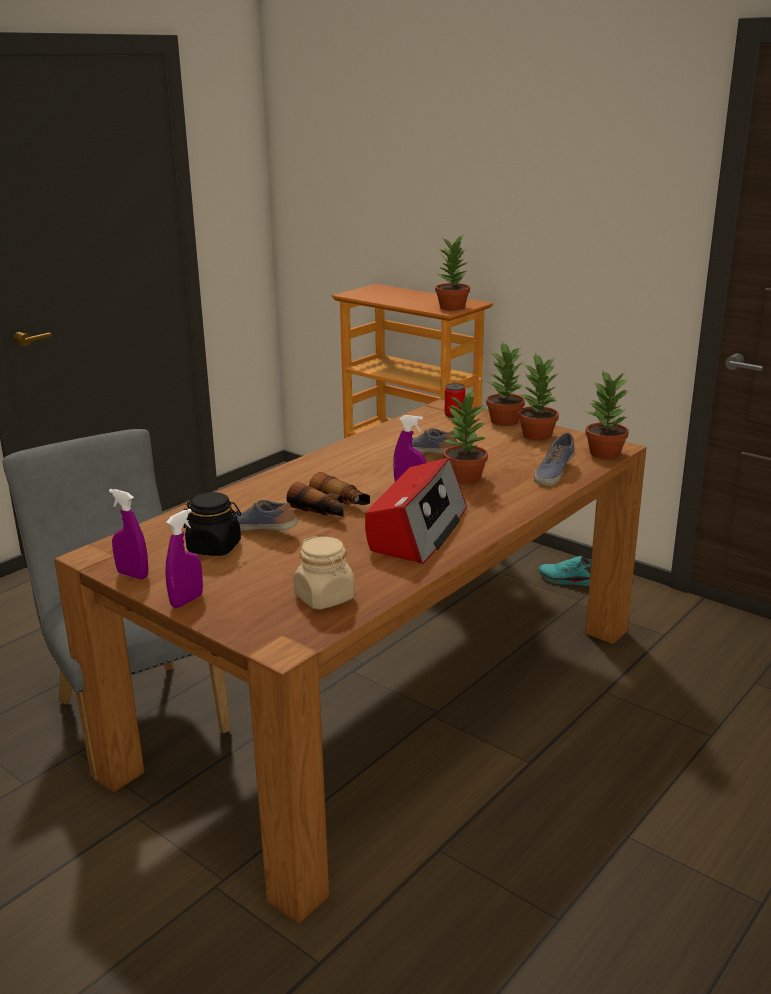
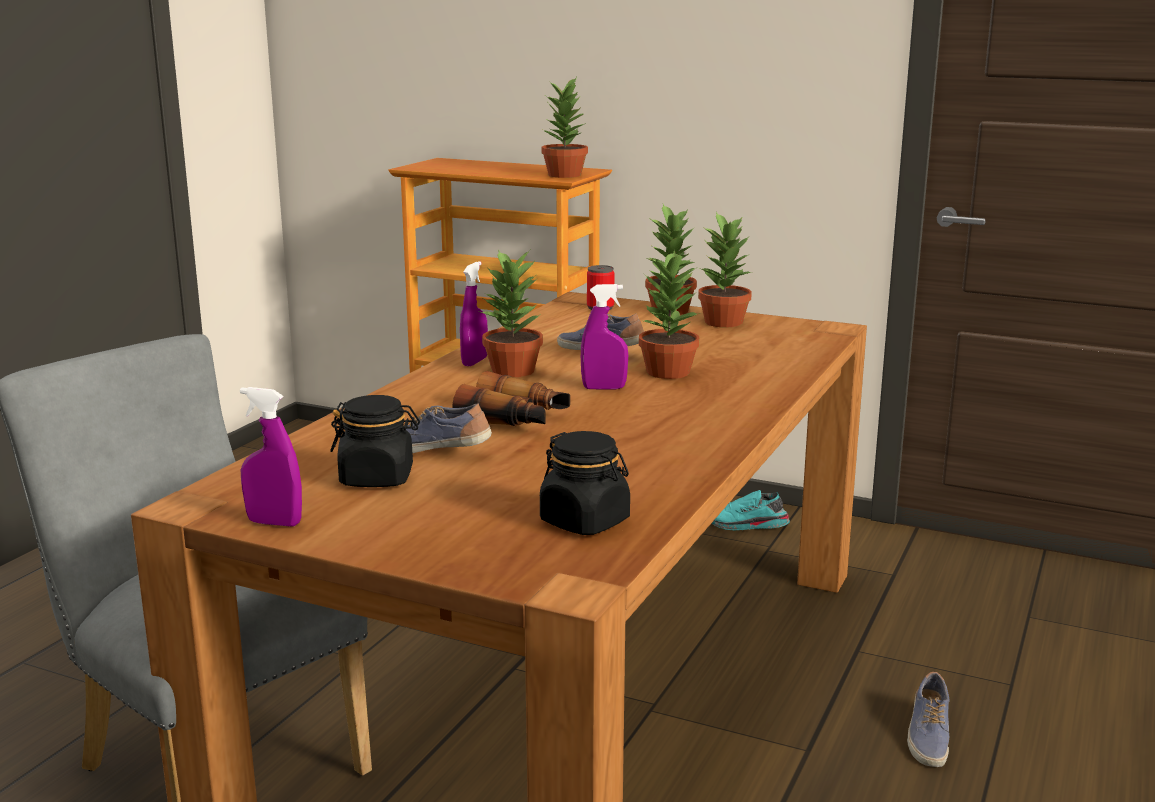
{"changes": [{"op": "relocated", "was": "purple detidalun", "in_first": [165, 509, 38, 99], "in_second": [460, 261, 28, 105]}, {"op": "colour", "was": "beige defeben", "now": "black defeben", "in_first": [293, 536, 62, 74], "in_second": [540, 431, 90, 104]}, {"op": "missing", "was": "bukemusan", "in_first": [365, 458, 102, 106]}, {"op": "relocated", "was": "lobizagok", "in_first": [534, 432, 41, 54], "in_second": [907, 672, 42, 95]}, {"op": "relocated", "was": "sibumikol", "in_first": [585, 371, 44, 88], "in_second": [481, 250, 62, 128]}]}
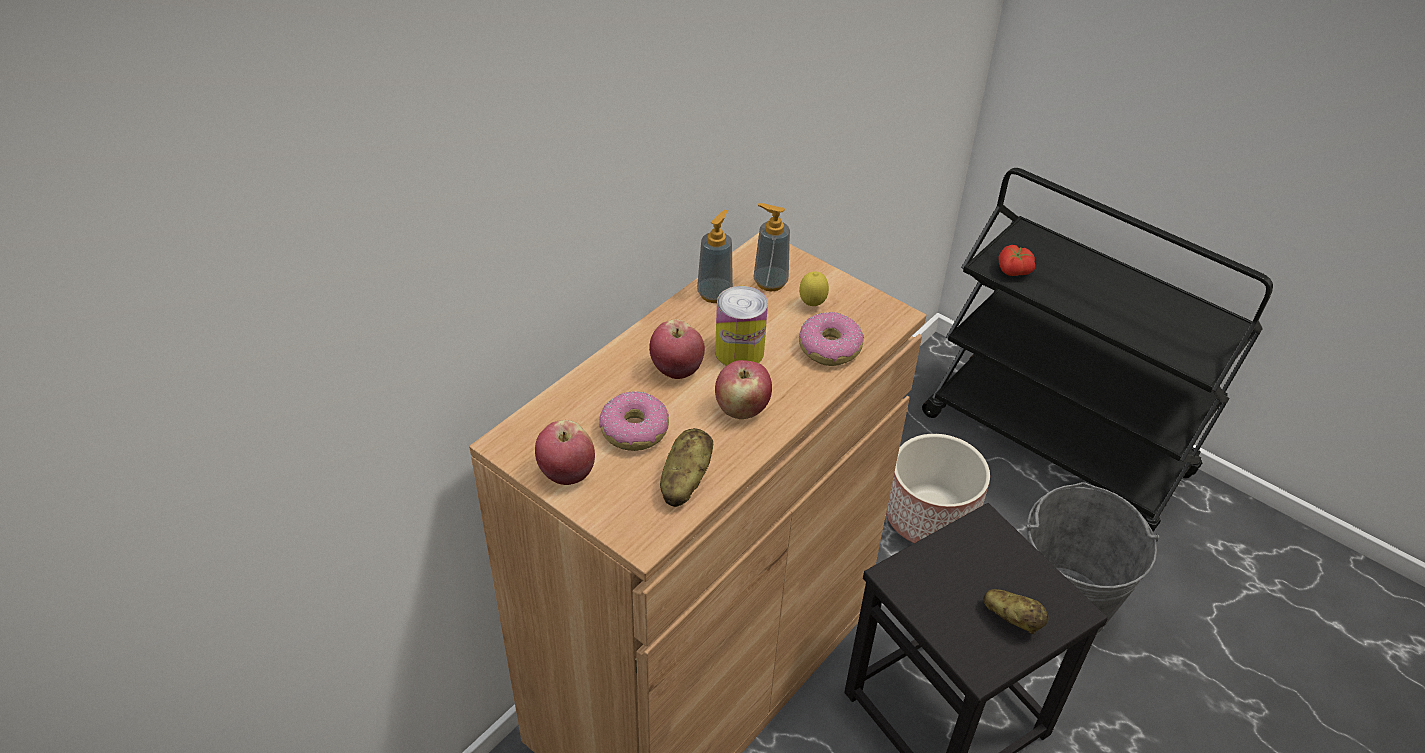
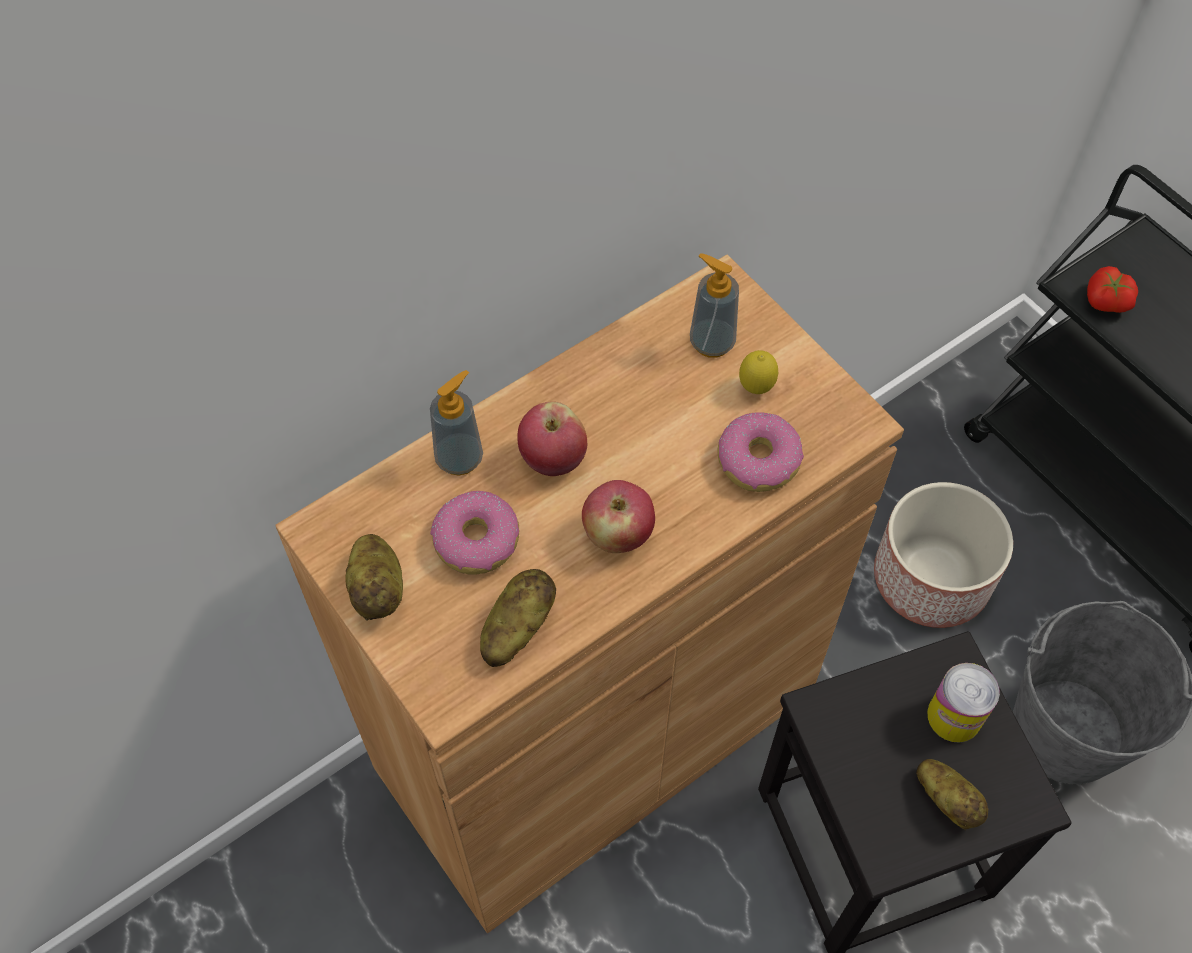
{"changes": [{"op": "exchanged", "was": "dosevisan", "now": "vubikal", "in_first": [535, 420, 60, 65], "in_second": [346, 534, 57, 87]}, {"op": "relocated", "was": "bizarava", "in_first": [697, 210, 36, 93], "in_second": [430, 370, 53, 106]}, {"op": "relocated", "was": "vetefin", "in_first": [715, 286, 53, 80], "in_second": [927, 663, 73, 80]}]}
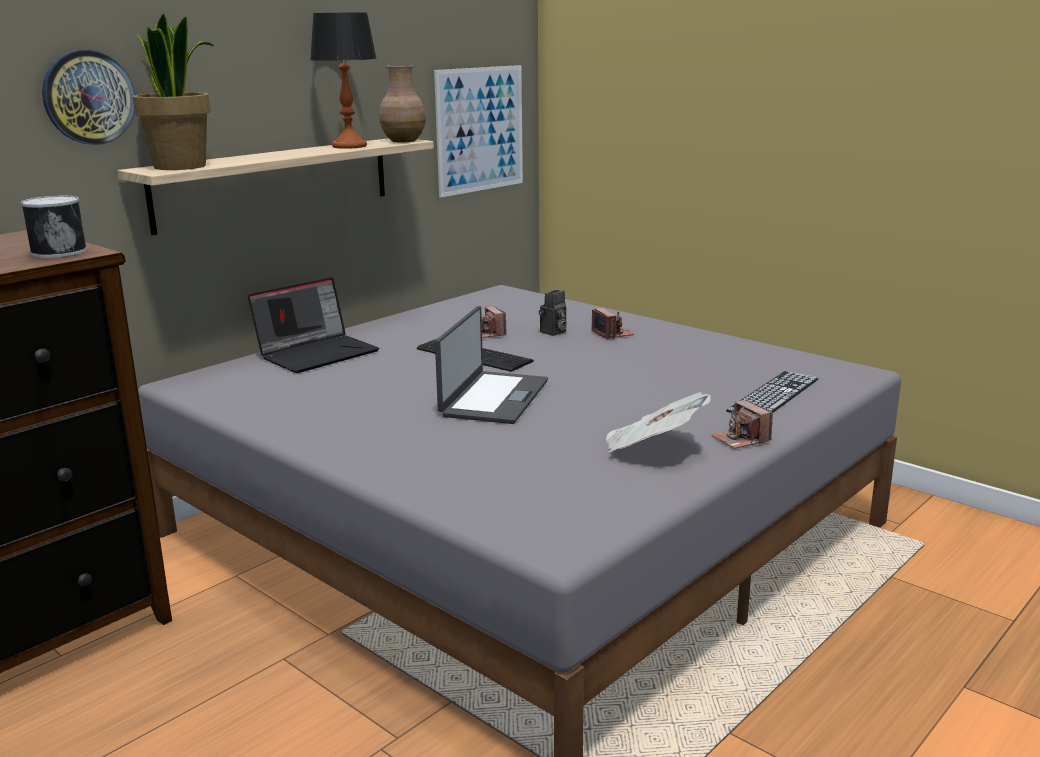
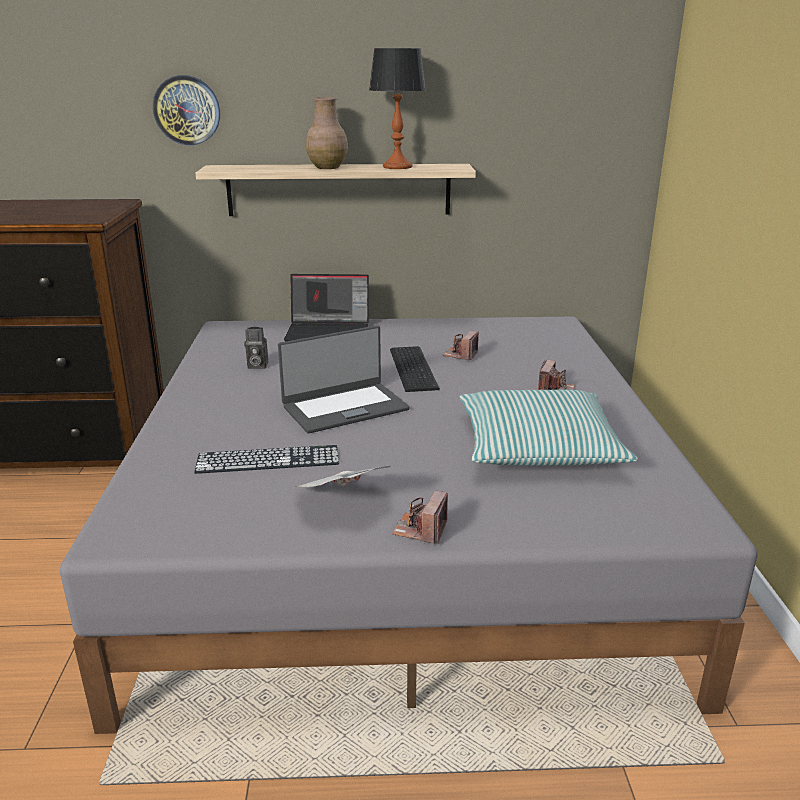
{"changes": [{"op": "missing", "was": "vetefin", "in_first": [21, 196, 66, 62]}, {"op": "missing", "was": "sibumikol", "in_first": [133, 13, 82, 157]}, {"op": "relocated", "was": "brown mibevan", "in_first": [379, 65, 47, 77], "in_second": [306, 97, 42, 72]}, {"op": "missing", "was": "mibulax", "in_first": [434, 65, 89, 132]}, {"op": "relocated", "was": "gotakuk", "in_first": [539, 290, 28, 46], "in_second": [244, 327, 24, 42]}, {"op": "relocated", "was": "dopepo", "in_first": [726, 371, 92, 42], "in_second": [194, 445, 145, 29]}, {"op": "appeared", "now": "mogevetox", "in_second": [459, 390, 179, 76]}]}
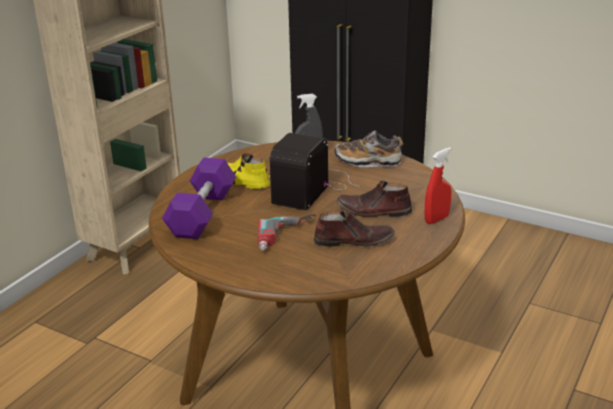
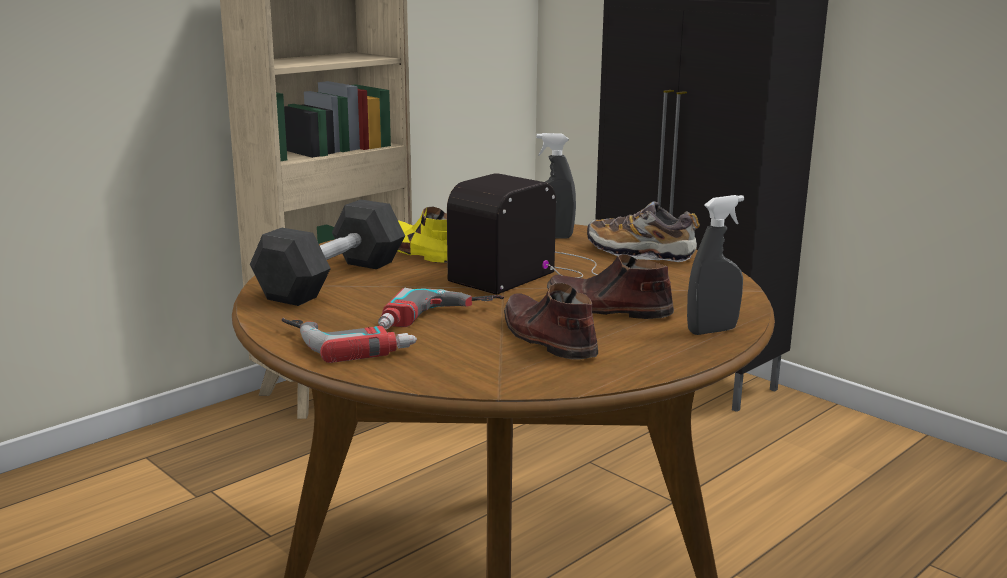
{"changes": [{"op": "colour", "was": "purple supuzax", "now": "grey supuzax", "in_first": [162, 157, 74, 82], "in_second": [250, 199, 155, 107]}, {"op": "spun", "was": "brown lobizagok", "in_first": [314, 210, 81, 37], "in_second": [504, 283, 94, 76], "clockwise": -135}, {"op": "colour", "was": "red detidalun", "now": "grey detidalun", "in_first": [425, 147, 27, 77], "in_second": [687, 195, 57, 140]}, {"op": "appeared", "now": "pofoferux", "in_second": [282, 318, 135, 45]}]}
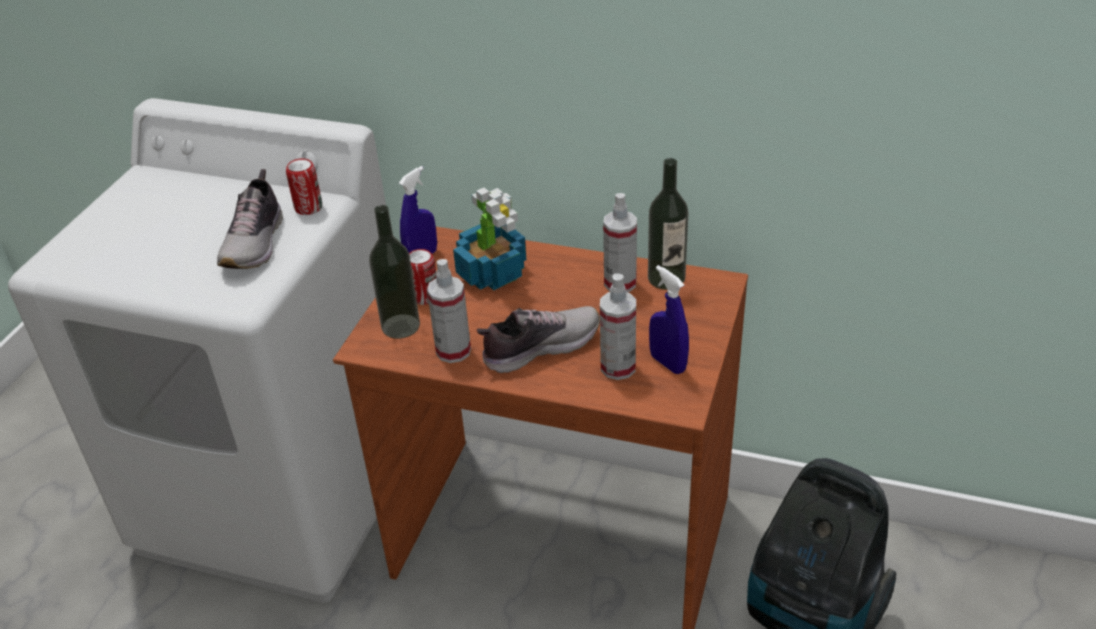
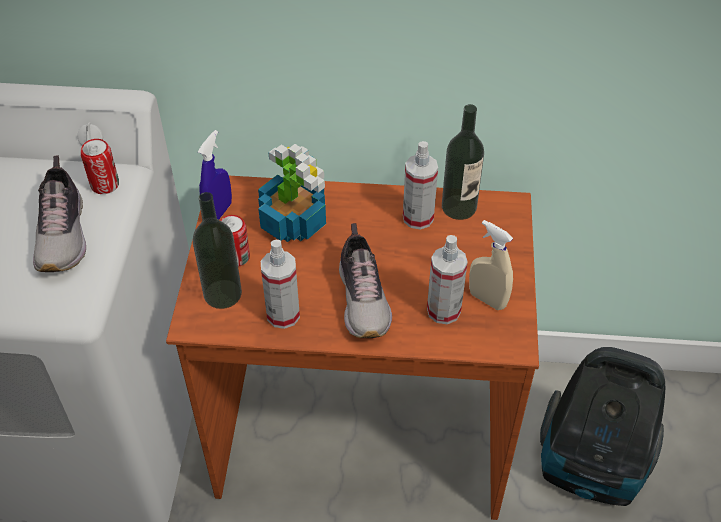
{"changes": [{"op": "spun", "was": "lobizagok", "in_first": [477, 306, 123, 67], "in_second": [339, 223, 53, 115], "clockwise": 120}, {"op": "colour", "was": "blue detidalun", "now": "beige detidalun", "in_first": [649, 265, 40, 109], "in_second": [469, 220, 44, 90]}]}
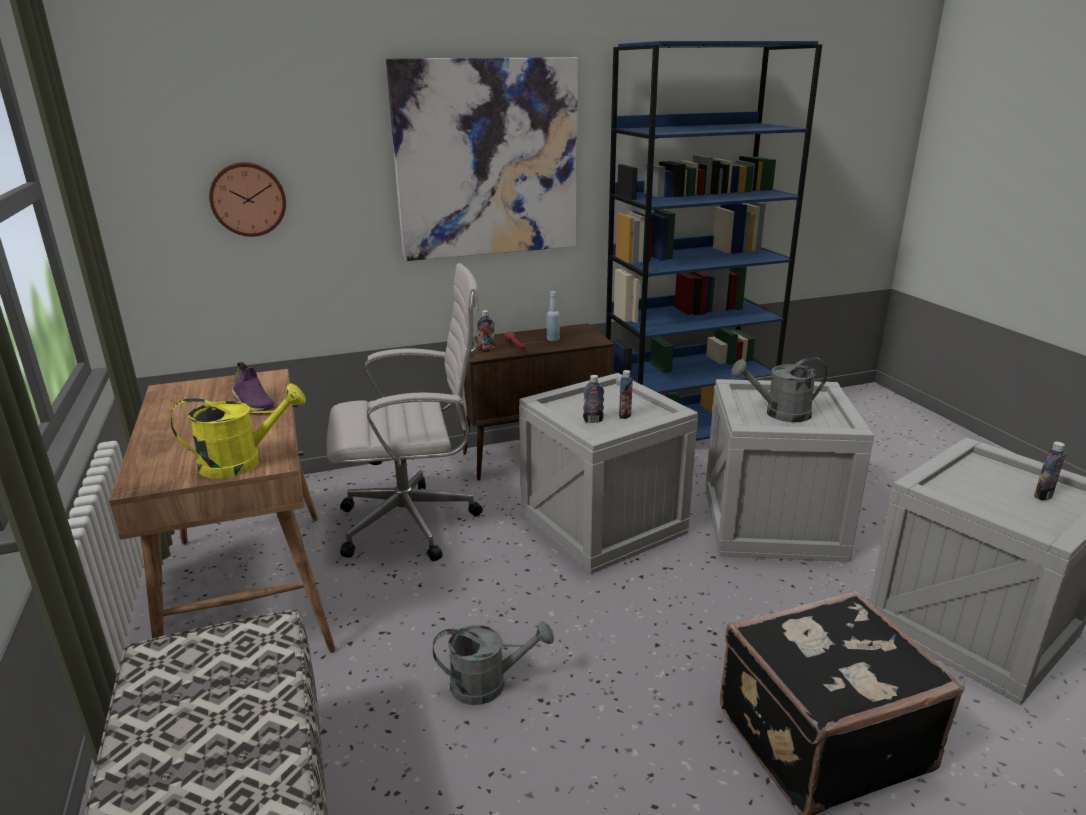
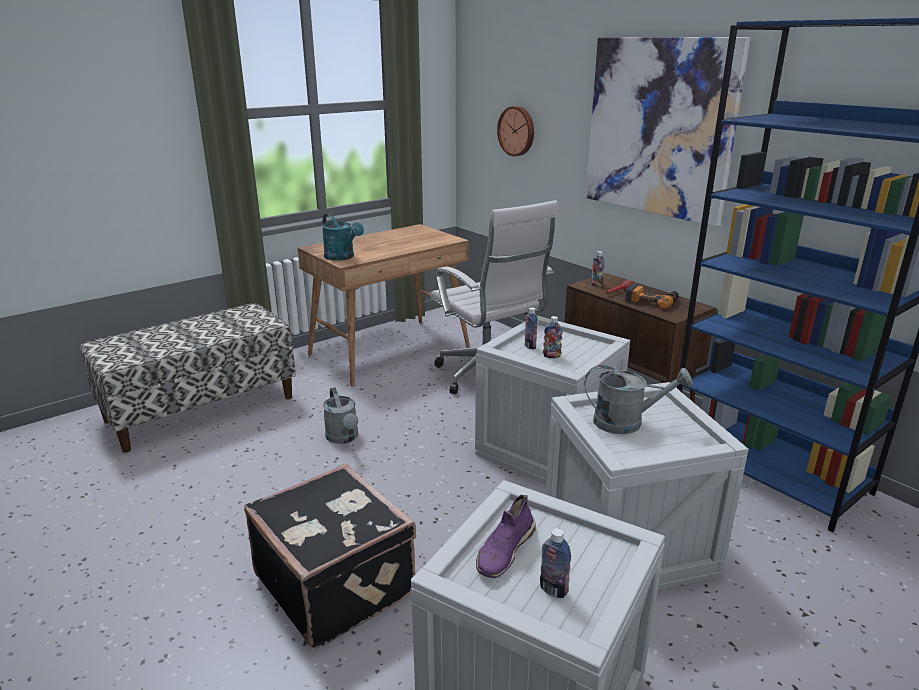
{"changes": [{"op": "colour", "was": "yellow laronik", "now": "turquoise laronik", "in_first": [170, 383, 136, 96], "in_second": [322, 213, 42, 48]}, {"op": "relocated", "was": "purple lobizagok", "in_first": [232, 361, 43, 51], "in_second": [476, 495, 60, 83]}, {"op": "exchanged", "was": "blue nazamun", "now": "pofoferux", "in_first": [547, 291, 13, 50], "in_second": [625, 283, 54, 27]}, {"op": "spun", "was": "grey laronik", "in_first": [732, 357, 96, 65], "in_second": [585, 365, 108, 69], "clockwise": 120}]}
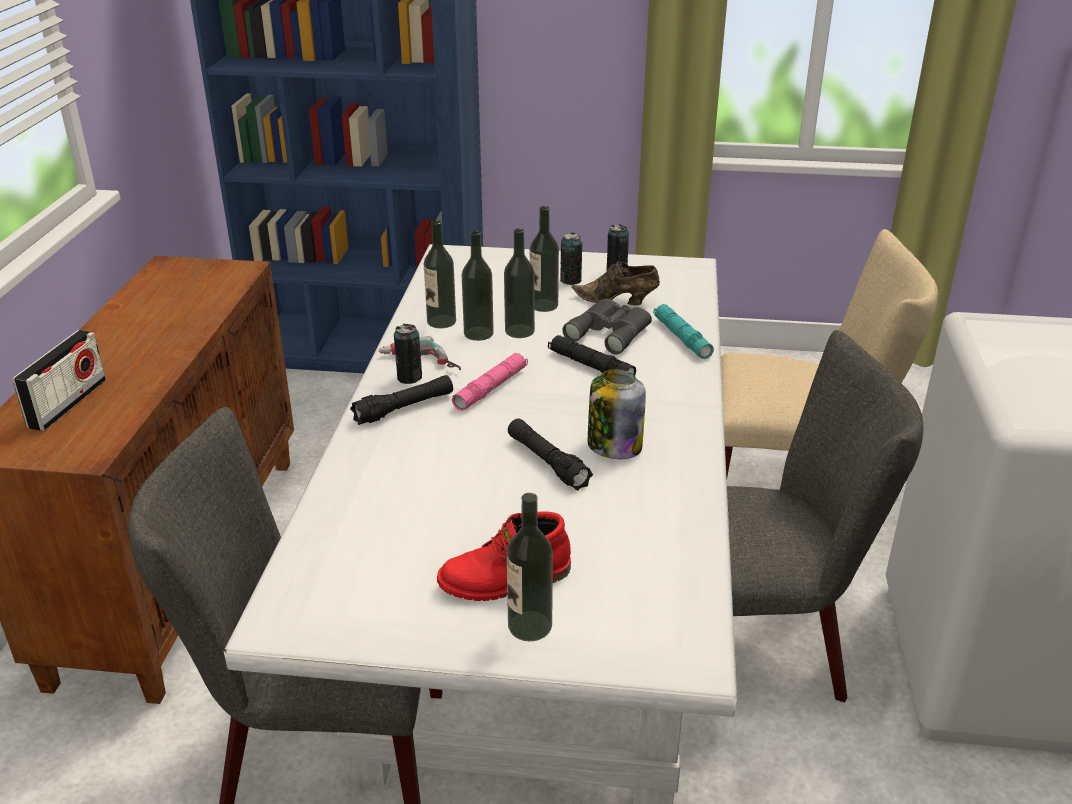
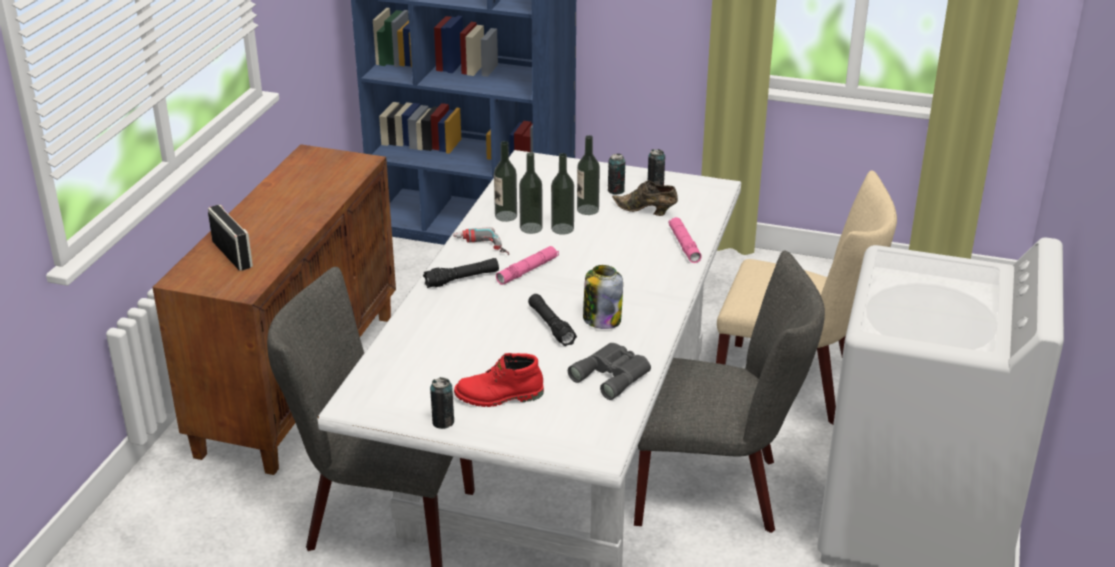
{"changes": [{"op": "spun", "was": "bukemusan", "in_first": [12, 330, 94, 101], "in_second": [208, 204, 45, 67], "clockwise": -60}, {"op": "relocated", "was": "vetefin", "in_first": [394, 324, 28, 60], "in_second": [430, 377, 24, 52]}, {"op": "missing", "was": "nazamun", "in_first": [507, 493, 46, 148]}, {"op": "missing", "was": "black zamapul", "in_first": [548, 335, 88, 40]}, {"op": "relocated", "was": "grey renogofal", "in_first": [562, 299, 90, 56], "in_second": [568, 343, 83, 57]}, {"op": "colour", "was": "turquoise zamapul", "now": "pink zamapul", "in_first": [653, 304, 61, 55], "in_second": [668, 217, 34, 46]}]}
